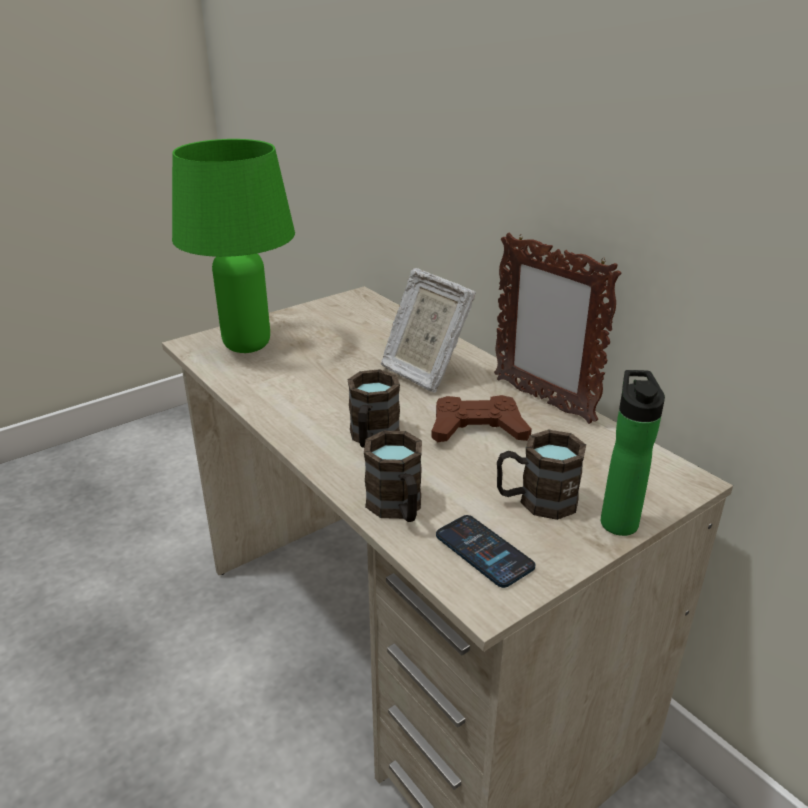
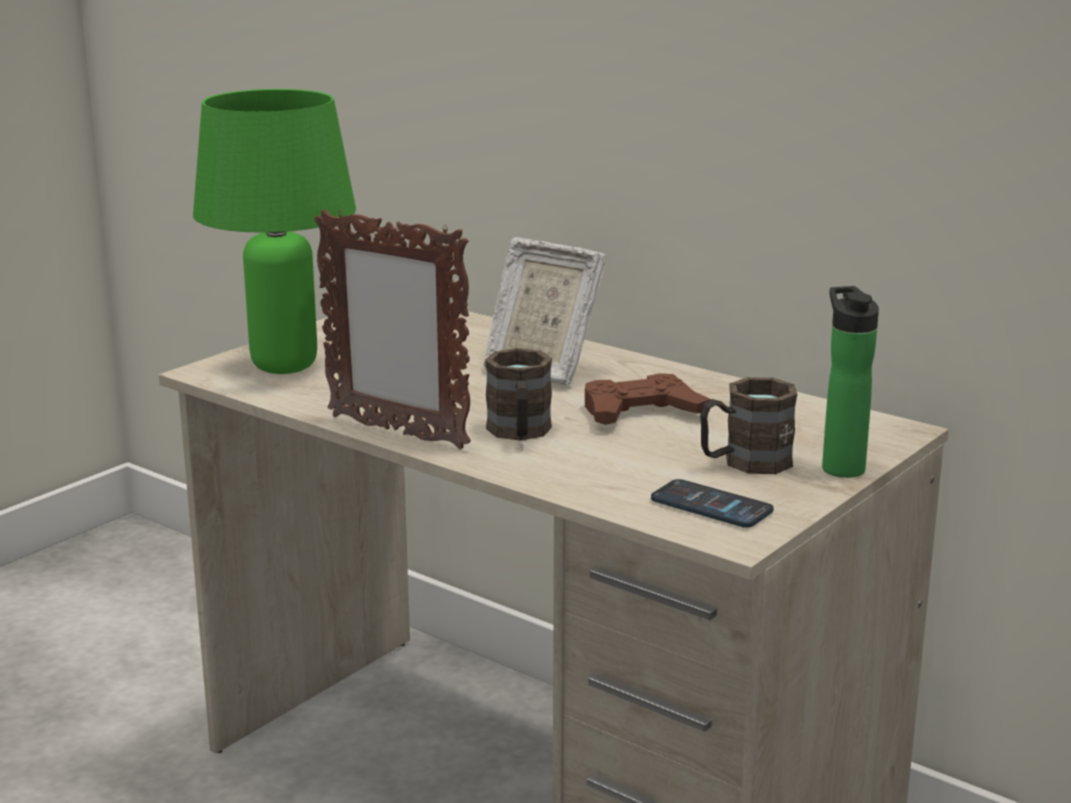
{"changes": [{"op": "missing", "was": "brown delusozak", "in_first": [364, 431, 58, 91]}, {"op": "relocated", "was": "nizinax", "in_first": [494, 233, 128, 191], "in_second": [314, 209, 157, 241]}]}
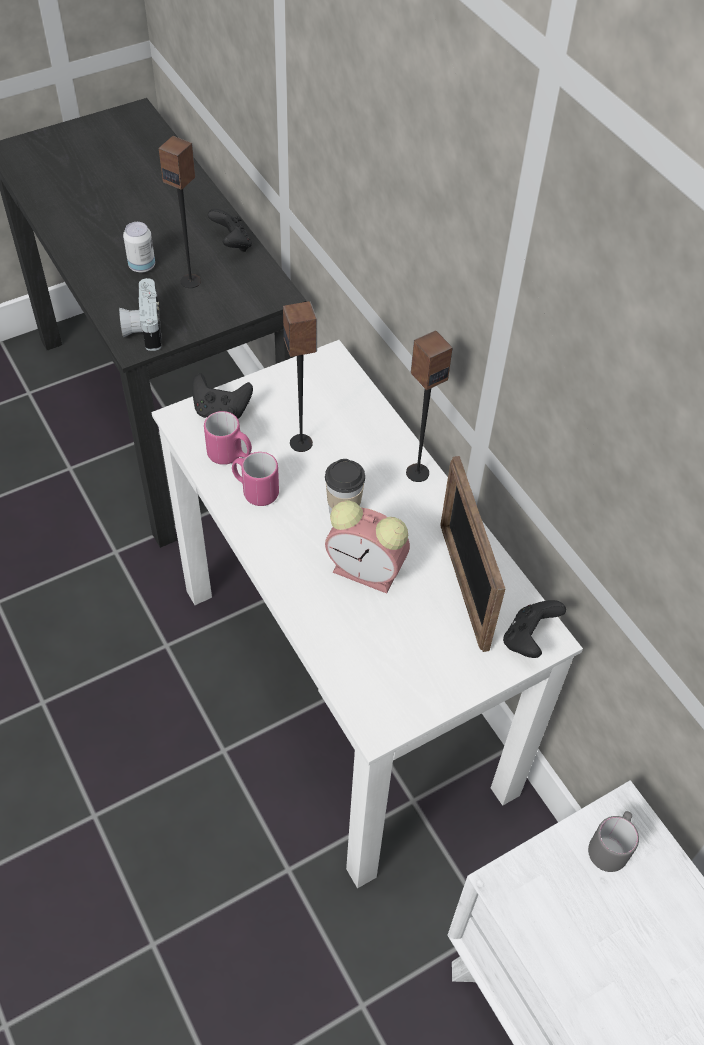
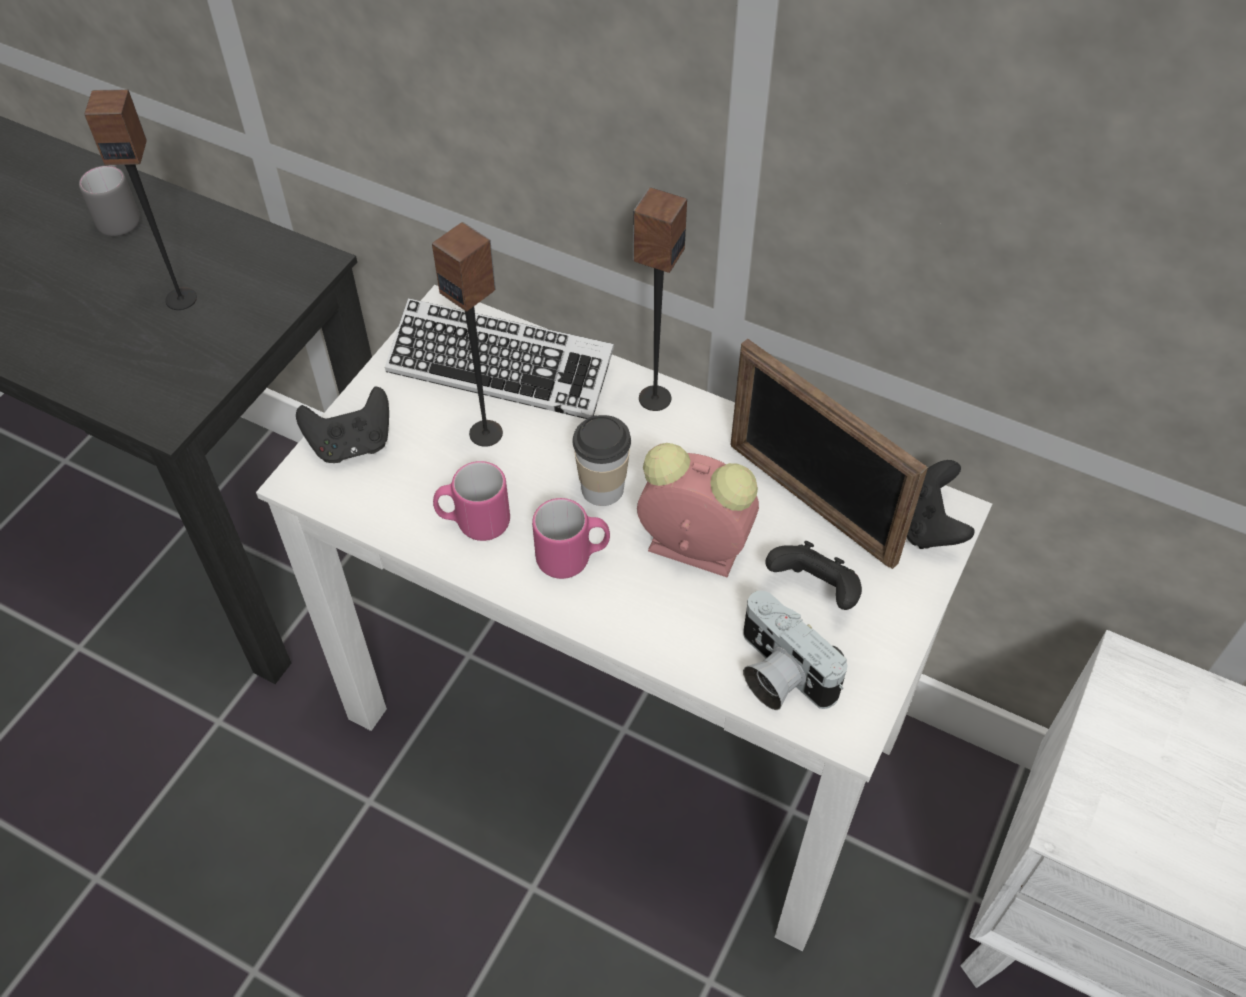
{"changes": [{"op": "relocated", "was": "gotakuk", "in_first": [119, 278, 43, 73], "in_second": [743, 591, 104, 119]}, {"op": "missing", "was": "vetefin", "in_first": [123, 222, 32, 51]}, {"op": "relocated", "was": "pink delusozak", "in_first": [204, 411, 48, 54], "in_second": [532, 498, 78, 81]}, {"op": "relocated", "was": "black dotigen", "in_first": [208, 209, 44, 43], "in_second": [765, 541, 97, 69]}, {"op": "spun", "was": "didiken", "in_first": [325, 500, 85, 94], "in_second": [637, 443, 122, 134], "clockwise": -150}, {"op": "relocated", "was": "grey delusozak", "in_first": [588, 811, 51, 61], "in_second": [79, 165, 61, 71]}, {"op": "appeared", "now": "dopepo", "in_second": [385, 298, 229, 121]}]}
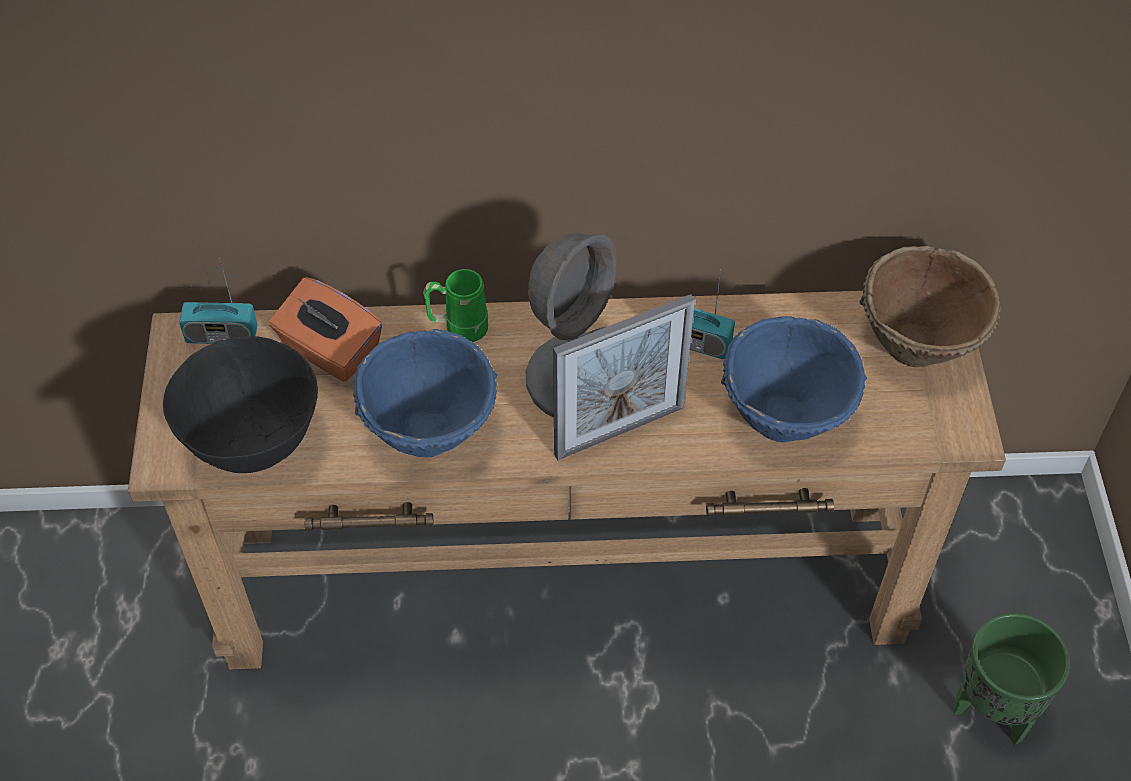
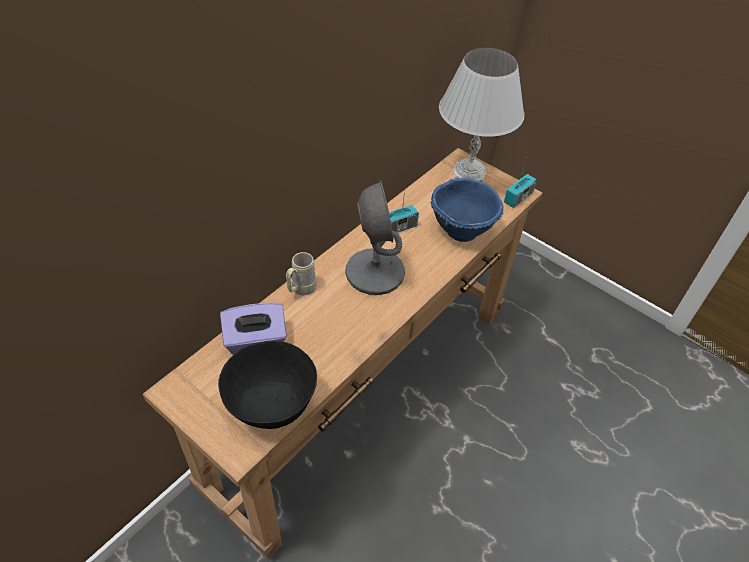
{"changes": [{"op": "relocated", "was": "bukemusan", "in_first": [179, 261, 79, 83], "in_second": [504, 152, 33, 56]}, {"op": "colour", "was": "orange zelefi", "now": "purple zelefi", "in_first": [269, 277, 114, 105], "in_second": [220, 303, 67, 52]}, {"op": "missing", "was": "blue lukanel", "in_first": [353, 329, 144, 129]}, {"op": "colour", "was": "green delusozak", "now": "beige delusozak", "in_first": [423, 269, 65, 73], "in_second": [286, 252, 30, 43]}, {"op": "missing", "was": "nizinax", "in_first": [553, 294, 142, 166]}, {"op": "exchanged", "was": "brown lukanel", "now": "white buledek", "in_first": [859, 246, 143, 121], "in_second": [439, 48, 85, 134]}, {"op": "missing", "was": "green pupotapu", "in_first": [953, 613, 117, 132]}]}
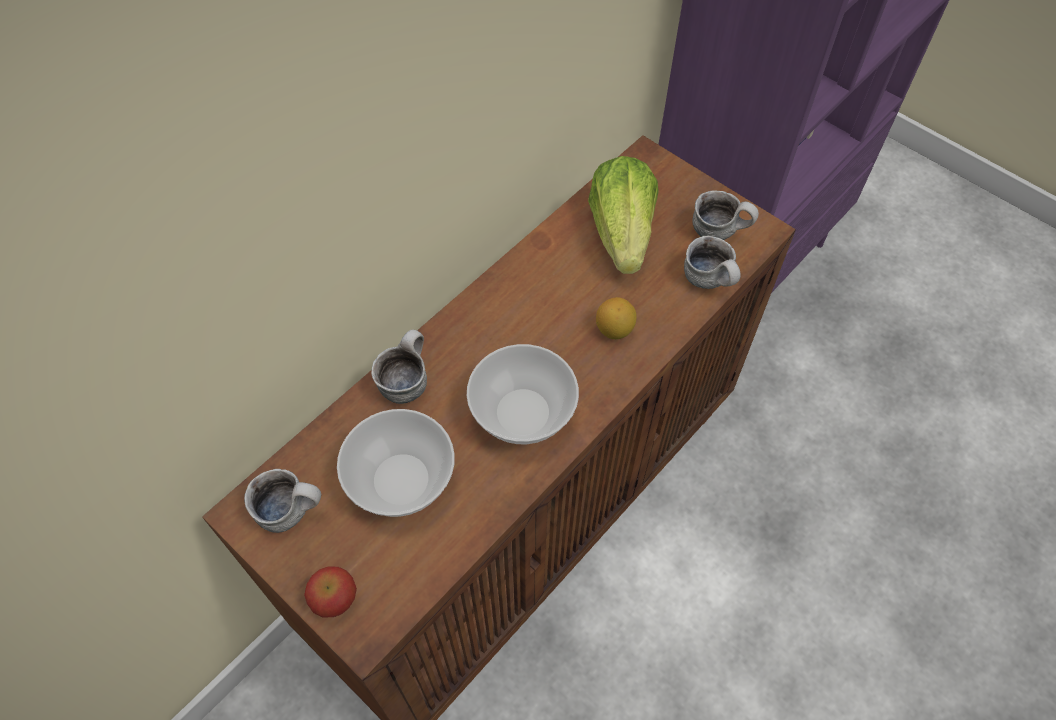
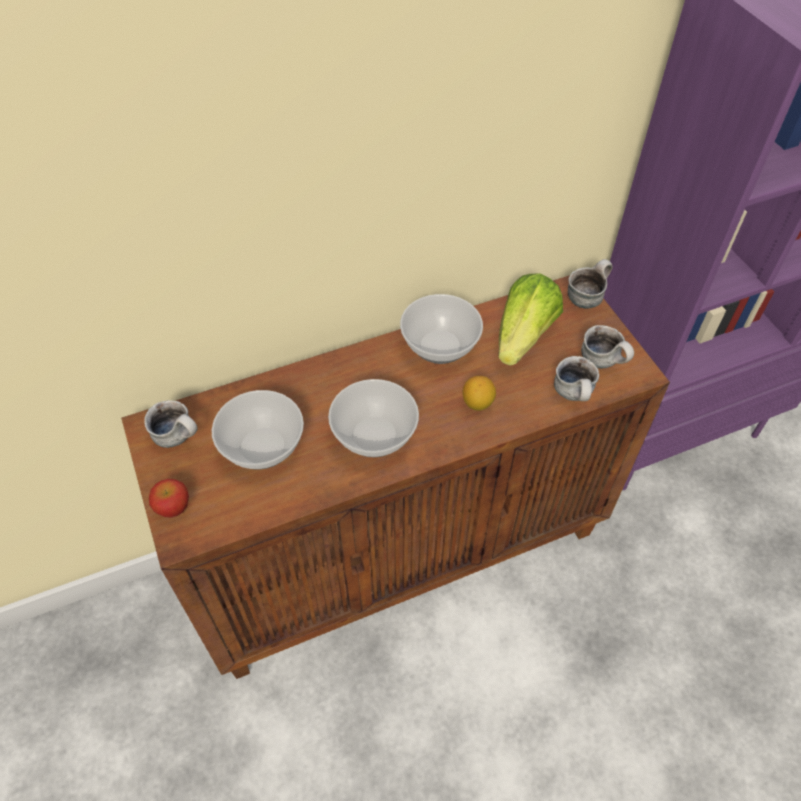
{"changes": [{"op": "relocated", "was": "delusozak", "in_first": [371, 330, 56, 74], "in_second": [568, 259, 45, 50]}, {"op": "appeared", "now": "lukanel", "in_second": [400, 294, 83, 70]}]}
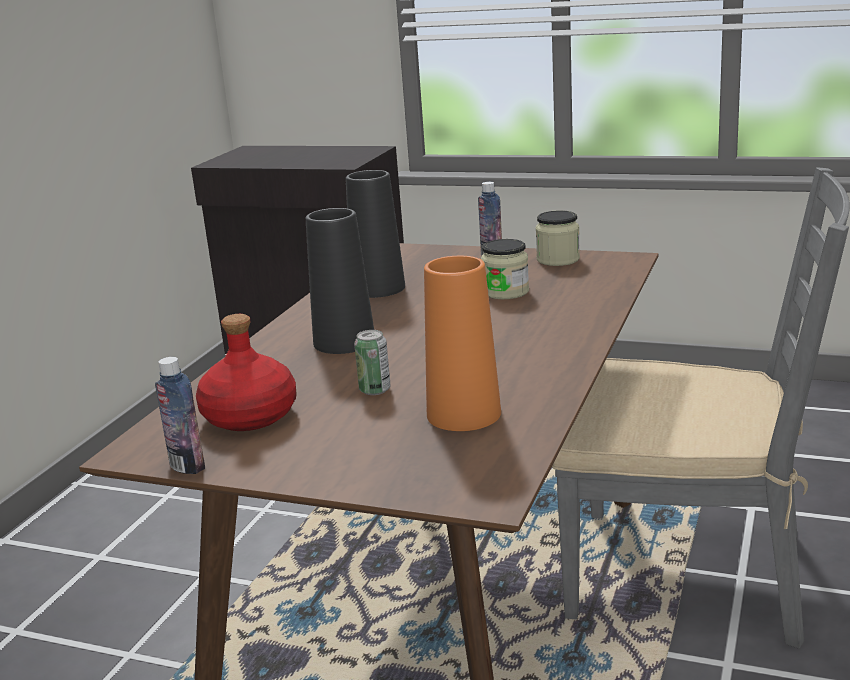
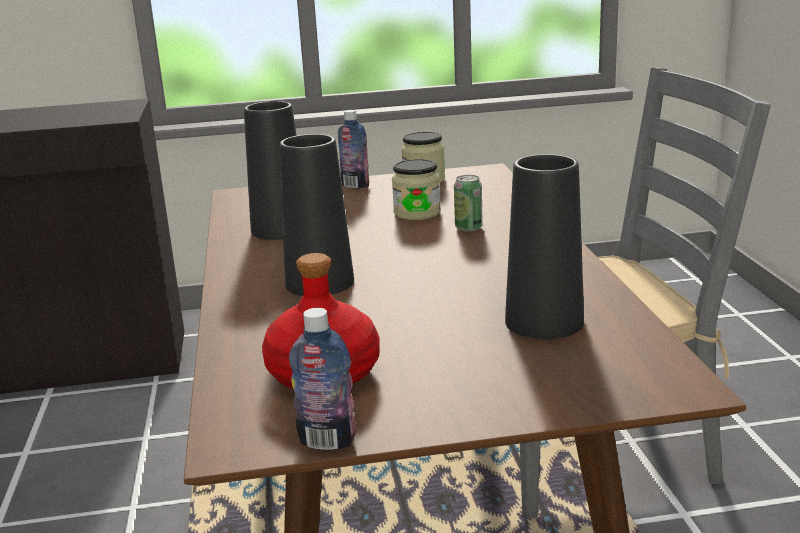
{"changes": [{"op": "relocated", "was": "vetefin", "in_first": [354, 330, 37, 65], "in_second": [454, 175, 29, 57]}, {"op": "colour", "was": "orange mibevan", "now": "black mibevan", "in_first": [424, 256, 77, 175], "in_second": [505, 154, 79, 185]}]}
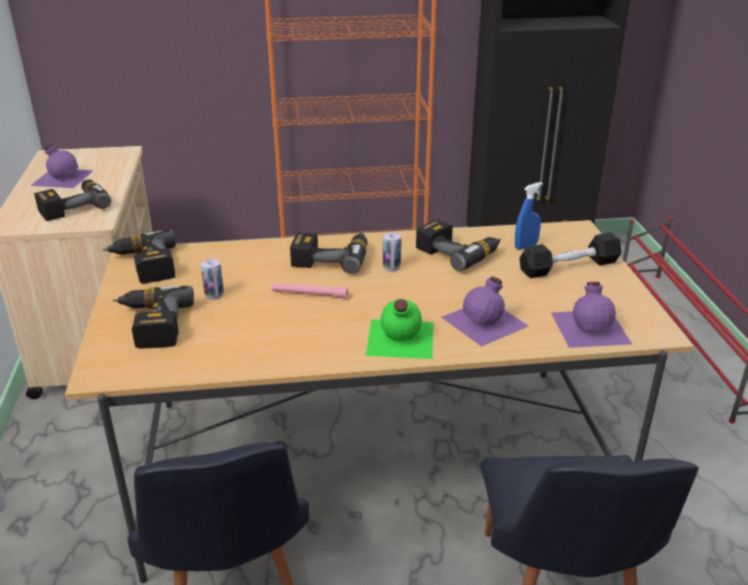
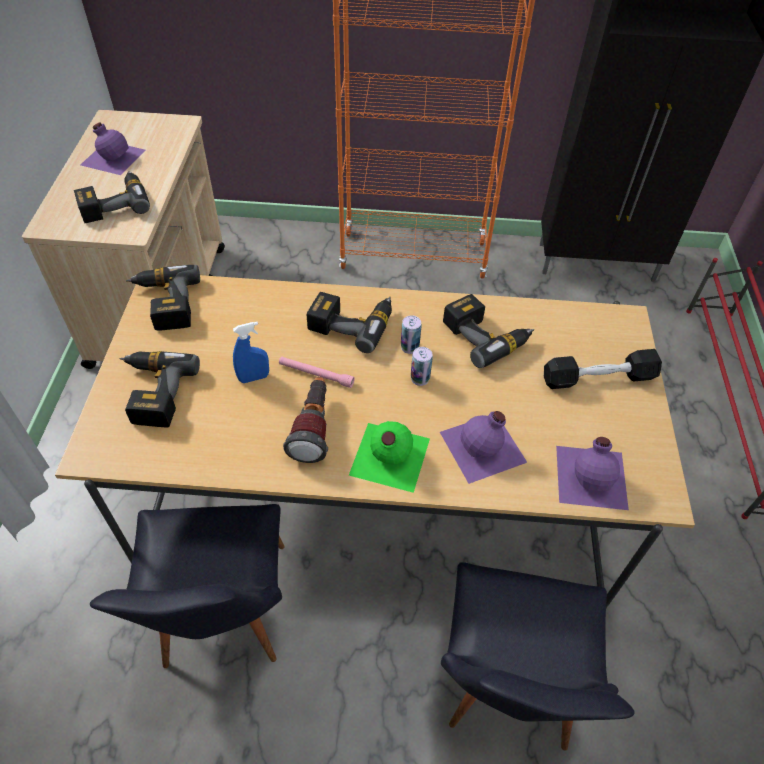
{"changes": [{"op": "relocated", "was": "vetefin", "in_first": [201, 259, 23, 41], "in_second": [411, 347, 22, 39]}, {"op": "relocated", "was": "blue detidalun", "in_first": [515, 182, 28, 68], "in_second": [233, 322, 36, 61]}, {"op": "appeared", "now": "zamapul", "in_second": [283, 377, 45, 86]}]}
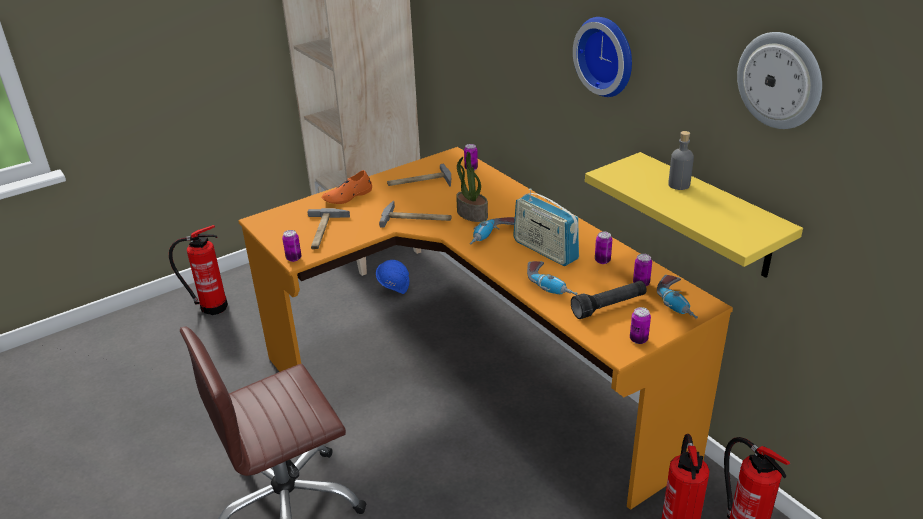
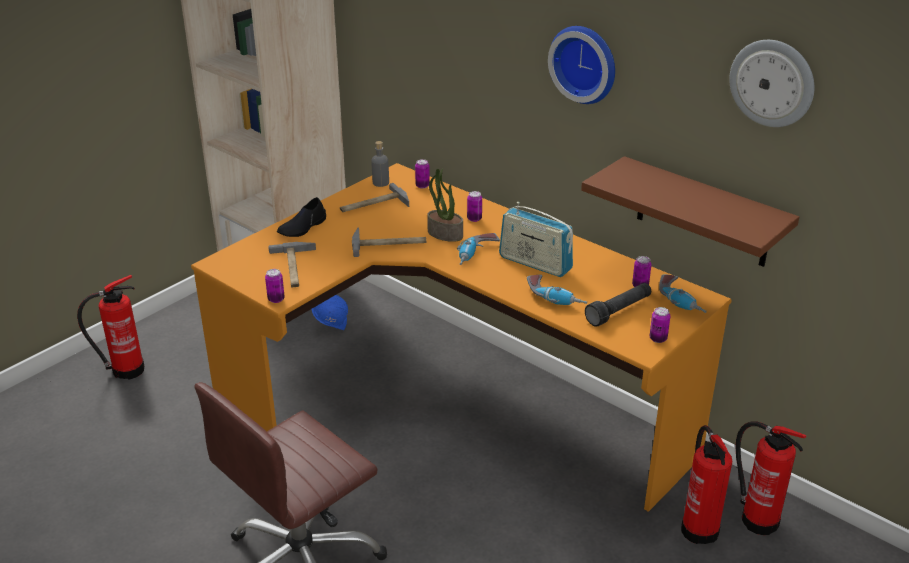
{"changes": [{"op": "colour", "was": "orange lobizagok", "now": "black lobizagok", "in_first": [321, 170, 51, 34], "in_second": [277, 197, 49, 40]}, {"op": "colour", "was": "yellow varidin", "now": "brown varidin", "in_first": [585, 152, 218, 126], "in_second": [581, 156, 218, 111]}, {"op": "relocated", "was": "vetefin", "in_first": [595, 232, 17, 32], "in_second": [467, 191, 15, 31]}, {"op": "relocated", "was": "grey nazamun", "in_first": [668, 131, 26, 59], "in_second": [371, 141, 18, 46]}]}
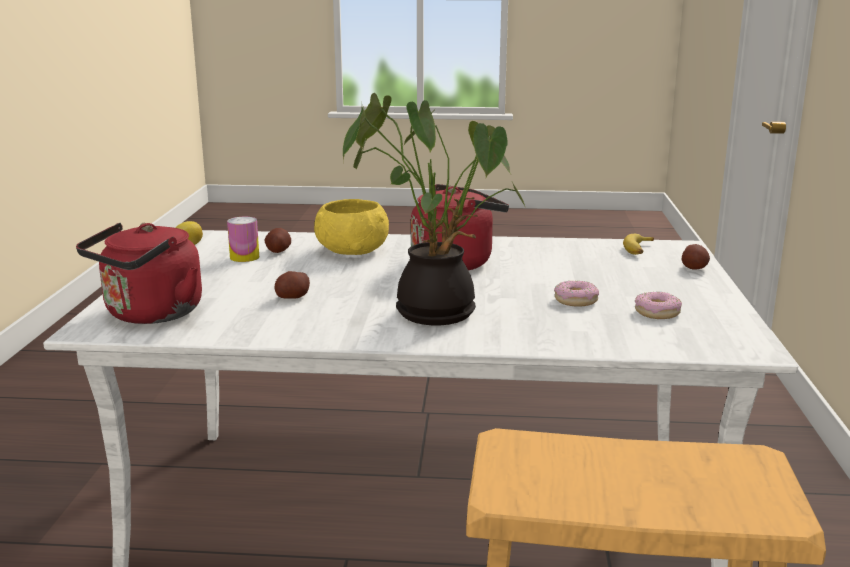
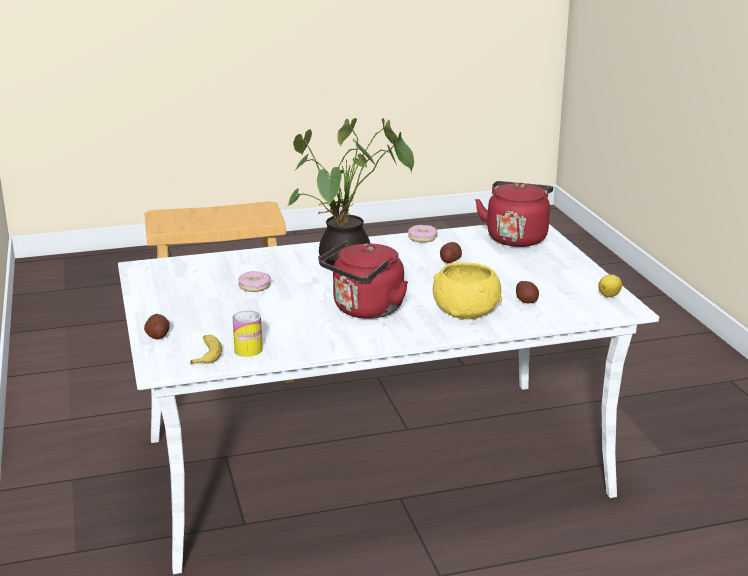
{"changes": [{"op": "relocated", "was": "vetefin", "in_first": [227, 217, 32, 45], "in_second": [233, 311, 30, 46]}, {"op": "relocated", "was": "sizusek", "in_first": [634, 292, 48, 27], "in_second": [408, 225, 29, 18]}]}
